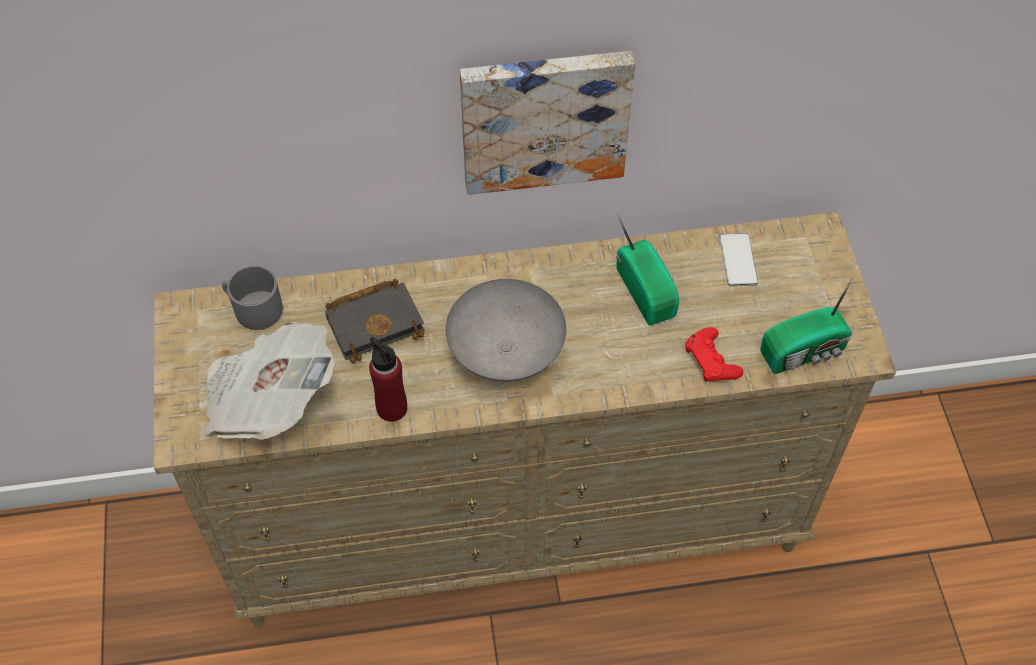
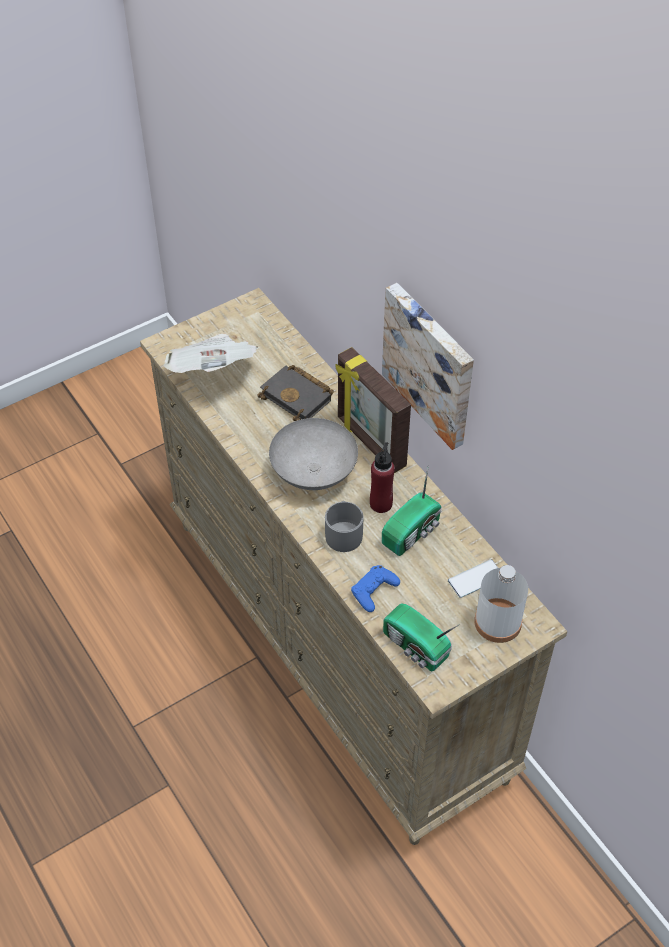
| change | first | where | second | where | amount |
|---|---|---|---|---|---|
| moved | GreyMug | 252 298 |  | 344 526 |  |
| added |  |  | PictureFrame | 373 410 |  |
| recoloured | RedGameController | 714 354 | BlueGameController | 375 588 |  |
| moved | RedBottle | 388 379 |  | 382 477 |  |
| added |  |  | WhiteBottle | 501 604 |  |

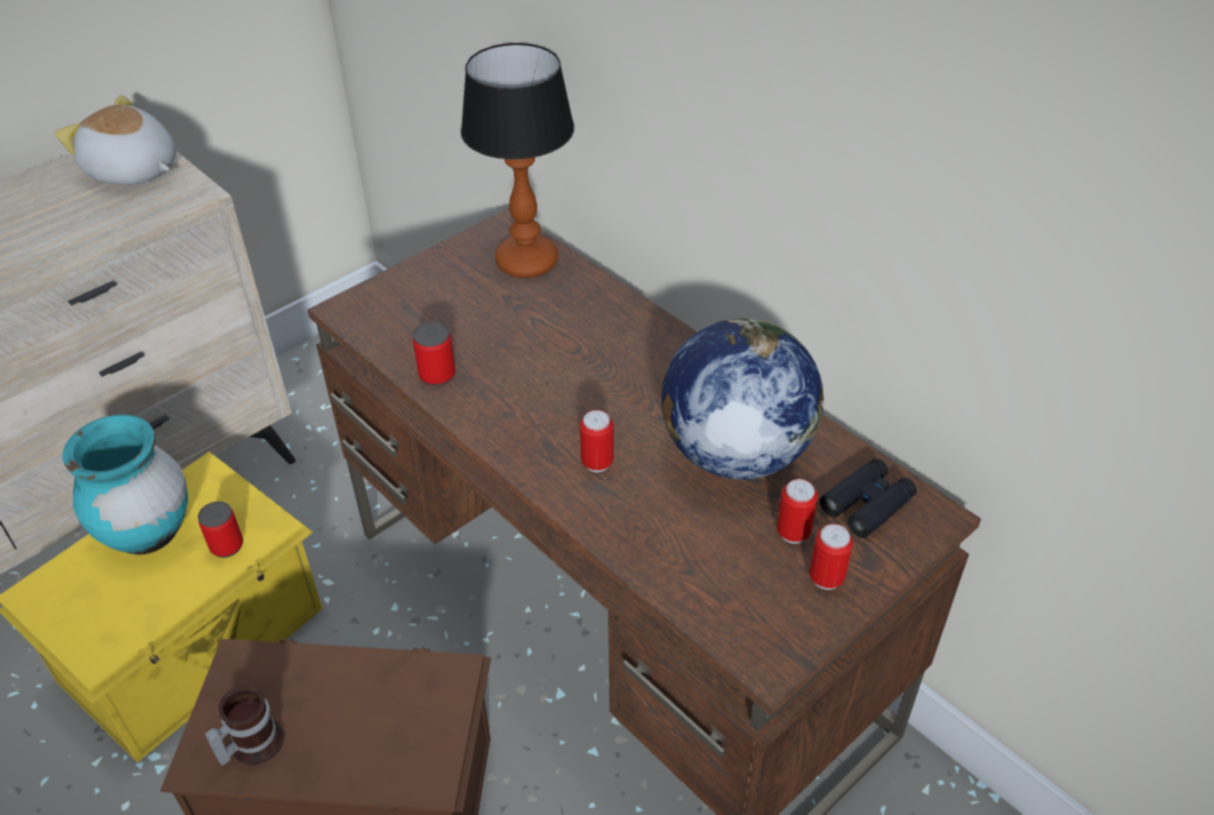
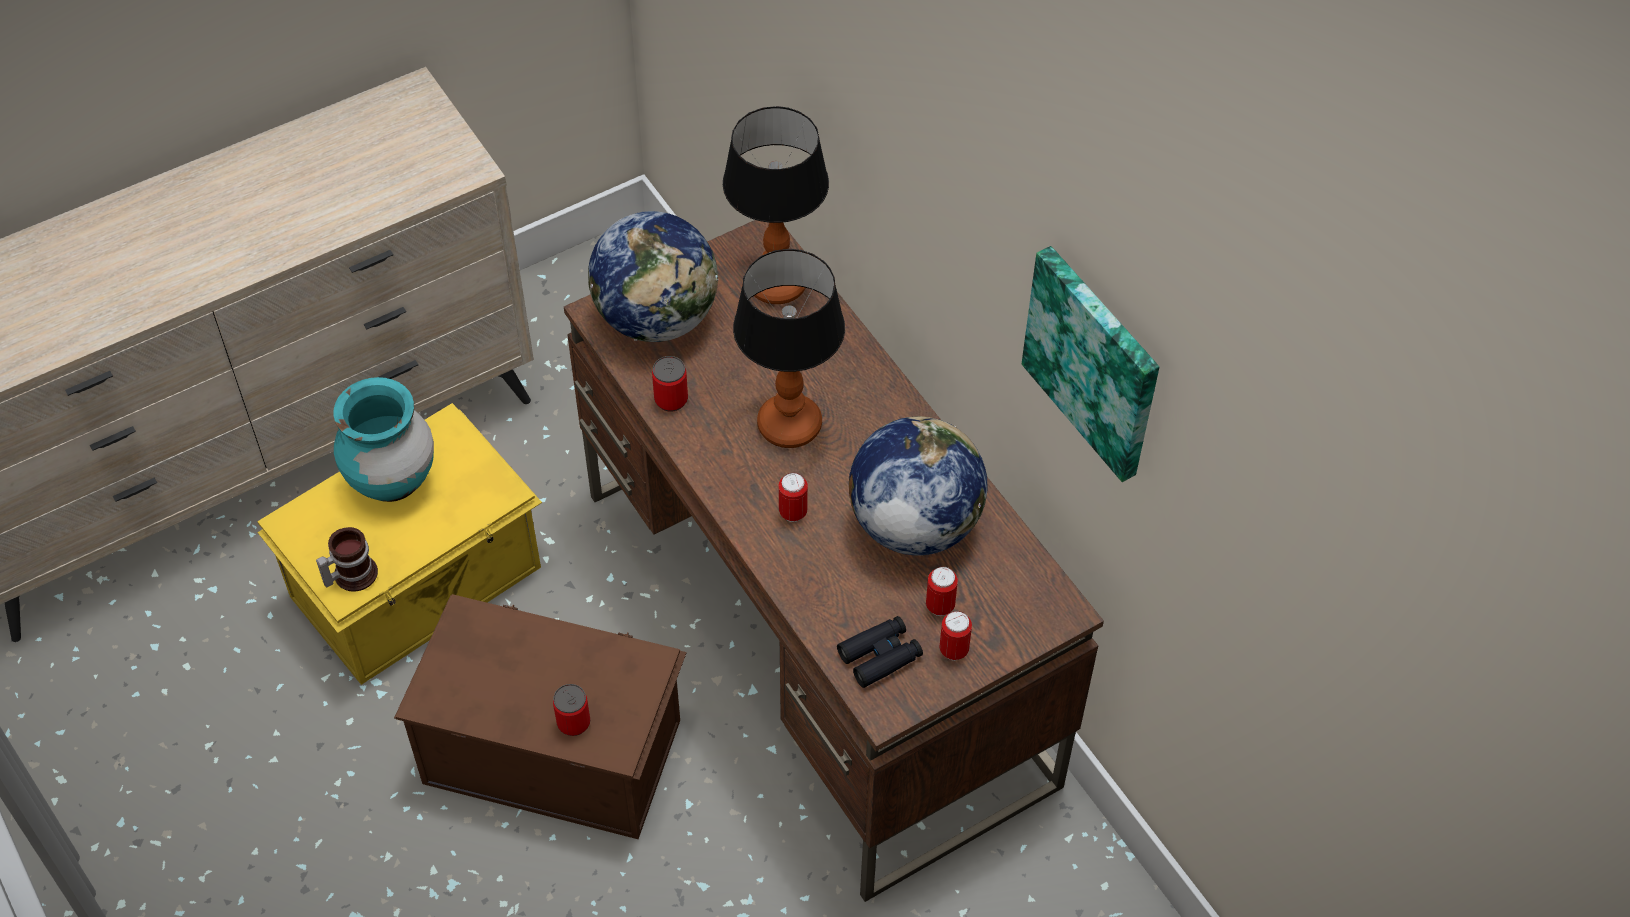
| change | first | where | second | where | amount |
|---|---|---|---|---|---|
| moved | Mug | 244 725 |  | 347 559 |  |
| moved | Can | 220 529 |  | 571 710 |  |
| added |  |  | Globe | 653 276 |  |
| added |  |  | TableLamp | 789 348 |  |
| moved | BlackBinoculars | 868 498 |  | 880 652 |  |
| added |  |  | Picture | 1090 364 |  |
| removed | PlushToy | 115 140 |  |  |  |

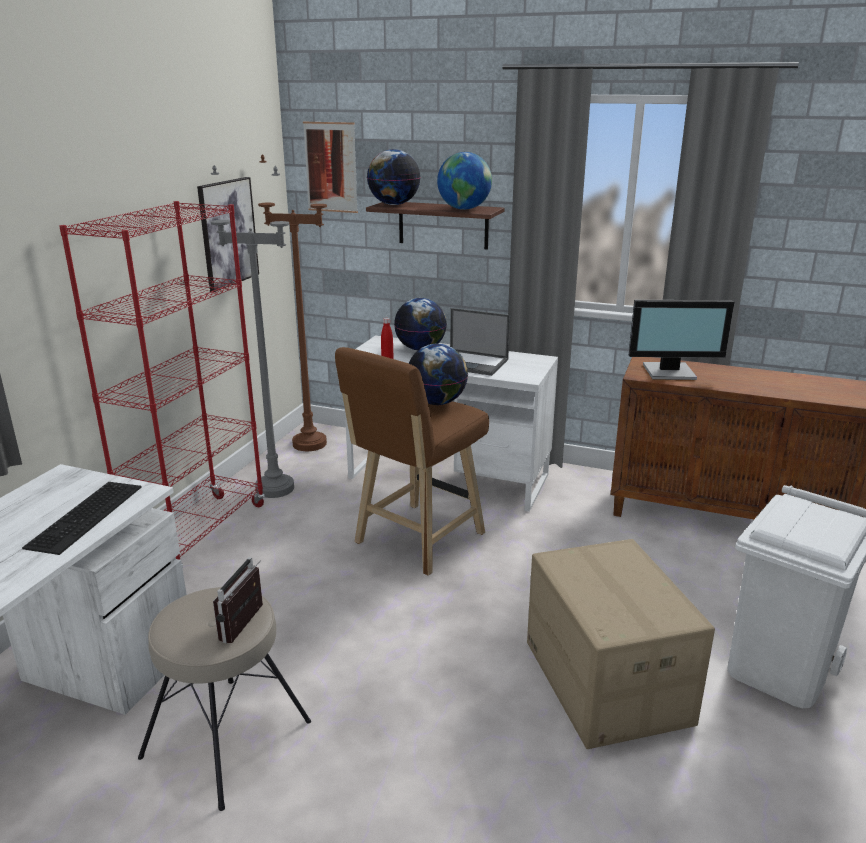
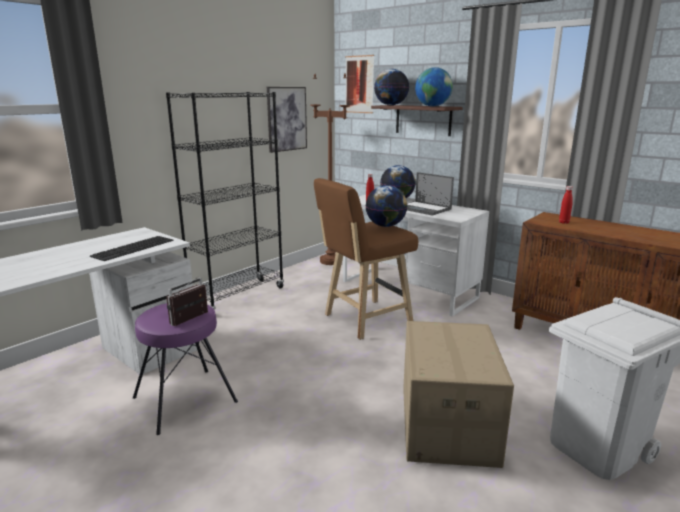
| change | first | where | second | where | amount |
|---|---|---|---|---|---|
| recoloured | BeigeStool | 224 699 | PurpleStool | 185 369 |  |
| recoloured | RedBookcase | 162 384 | BlackBookcase | 225 200 |  |
| replaced | Monitor | 681 340 | RedBottle | 566 205 |  |
| removed | GreyFloorLamp | 252 331 |  |  |  |

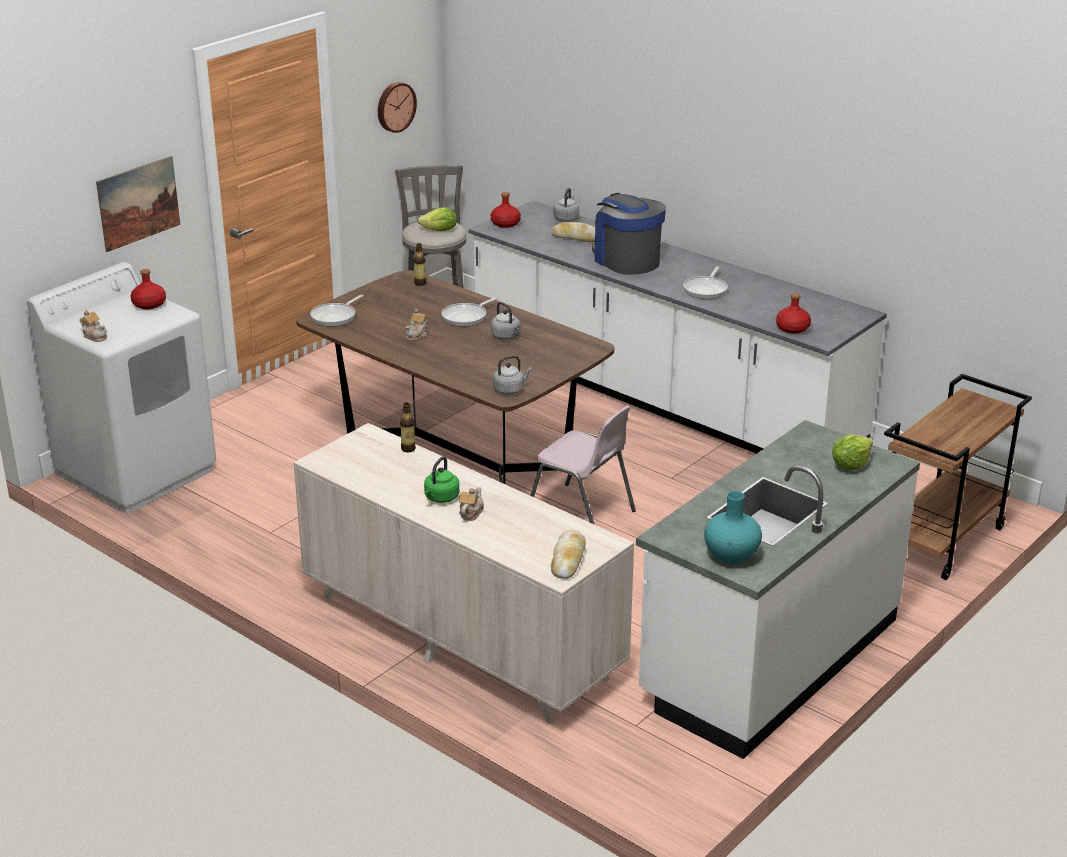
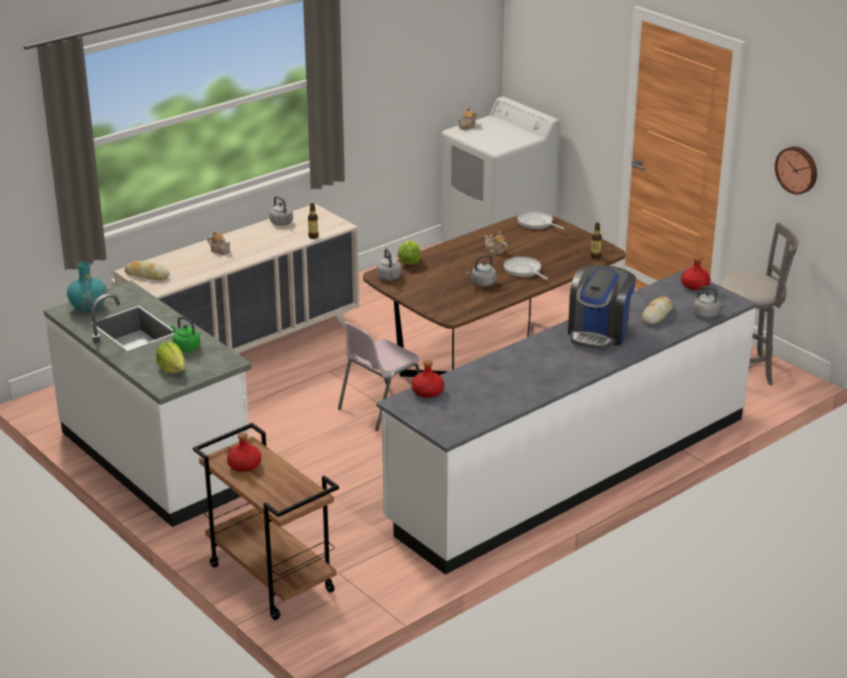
| change | first | where | second | where | amount |
|---|---|---|---|---|---|
| moved | GreenKettle | 441 479 |  | 185 334 |  |
| moved | RedBottle | 148 289 |  | 244 452 |  |
| added |  |  | GreyKettle | 281 211 |  |
| moved | Lettuce | 437 219 |  | 409 253 |  |
| turned | CoffeeMachine | 629 234 |  | 602 307 | 135 degrees clockwise |
| removed | Picture | 138 204 |  |  |  |
| removed | FryingPan | 705 282 |  |  |  |

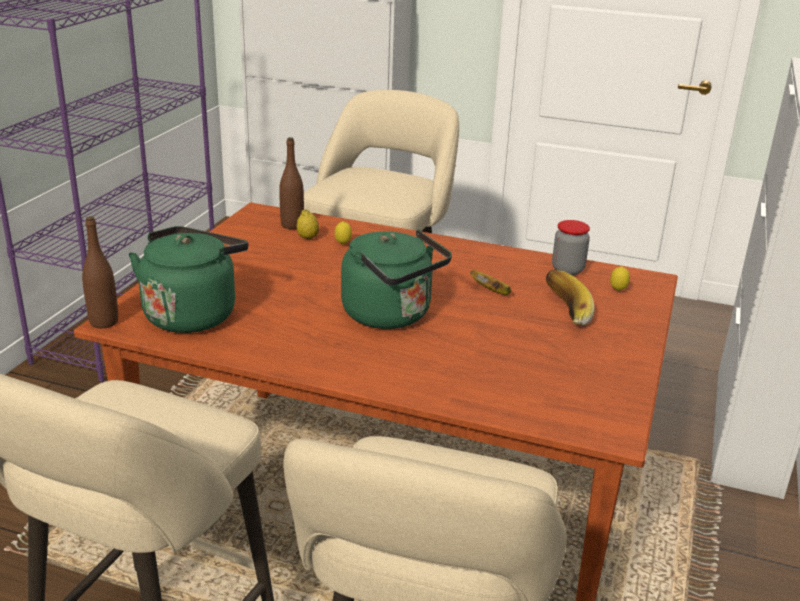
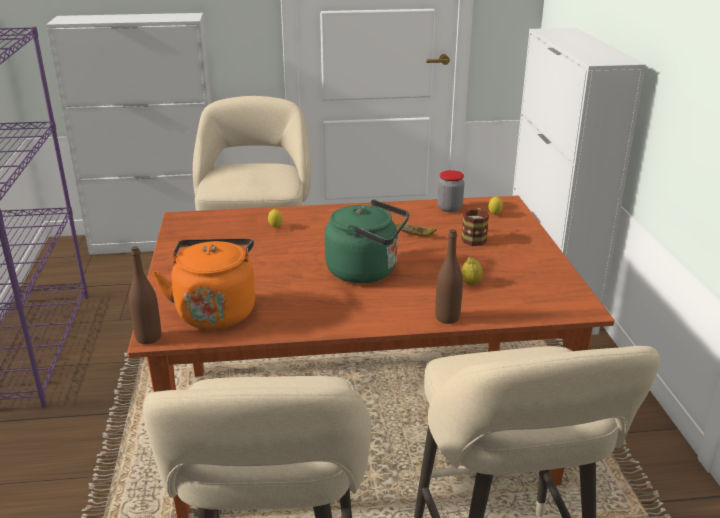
| change | first | where | second | where | amount |
|---|---|---|---|---|---|
| recoloured | GreenKettle | 188 279 | OrangeKettle | 204 283 |  |
| moved | BrownBottle | 291 183 |  | 449 276 |  |
| replaced | Banana | 570 298 | Mug | 475 227 |  |
| moved | Lemon | 308 224 |  | 472 271 |  |

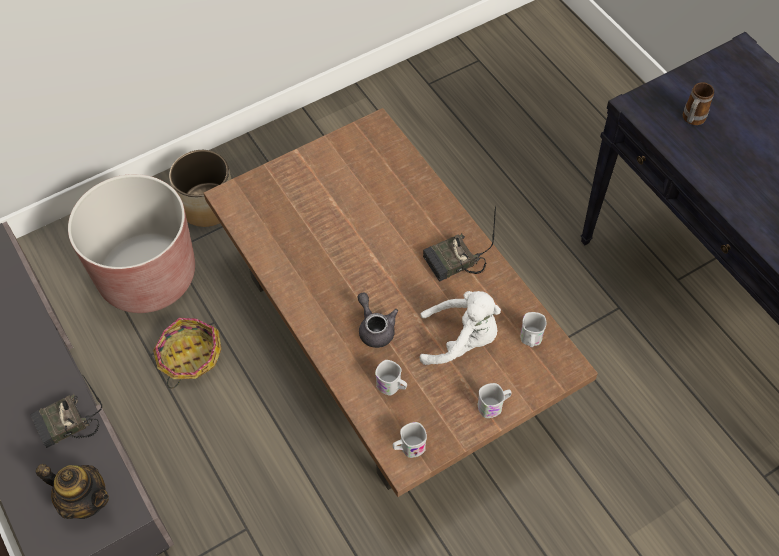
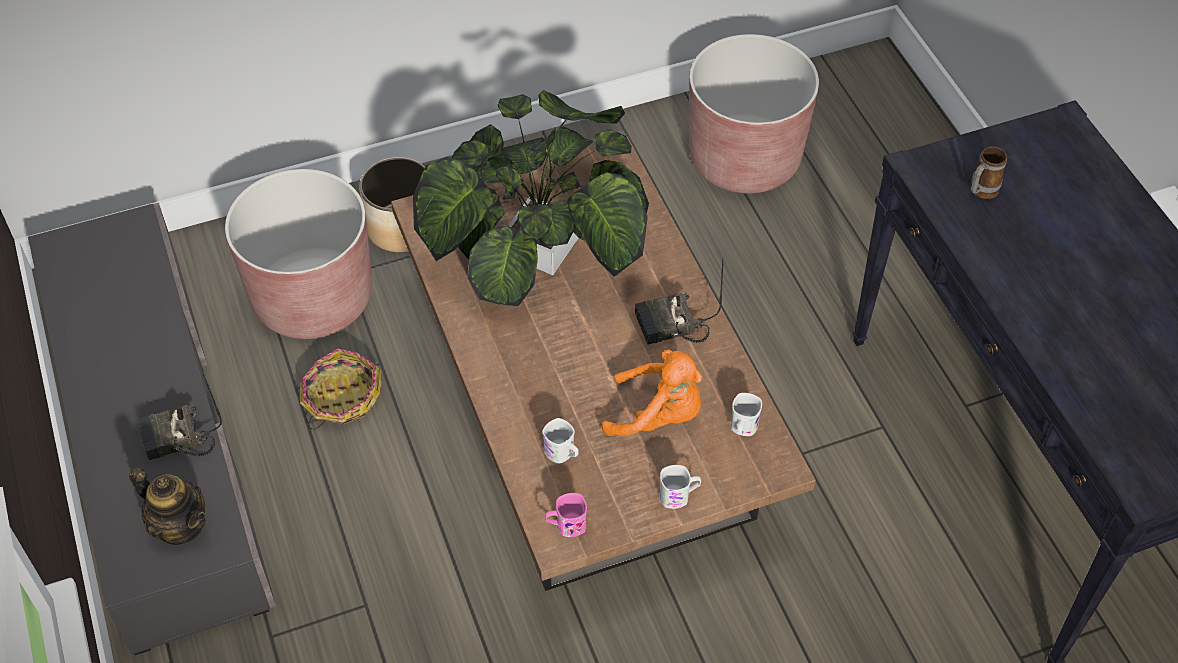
| change | first | where | second | where | amount |
|---|---|---|---|---|---|
| added |  |  | PottedPlant | 531 198 |  |
| recoloured | WhiteMug | 410 440 | PinkMug | 566 515 |  |
| recoloured | WhitePlushToy | 460 328 | OrangePlushToy | 652 393 |  |
| added |  |  | BrownPlanter | 754 114 |  |
| removed | GreyTeapot | 378 320 |  |  |  |

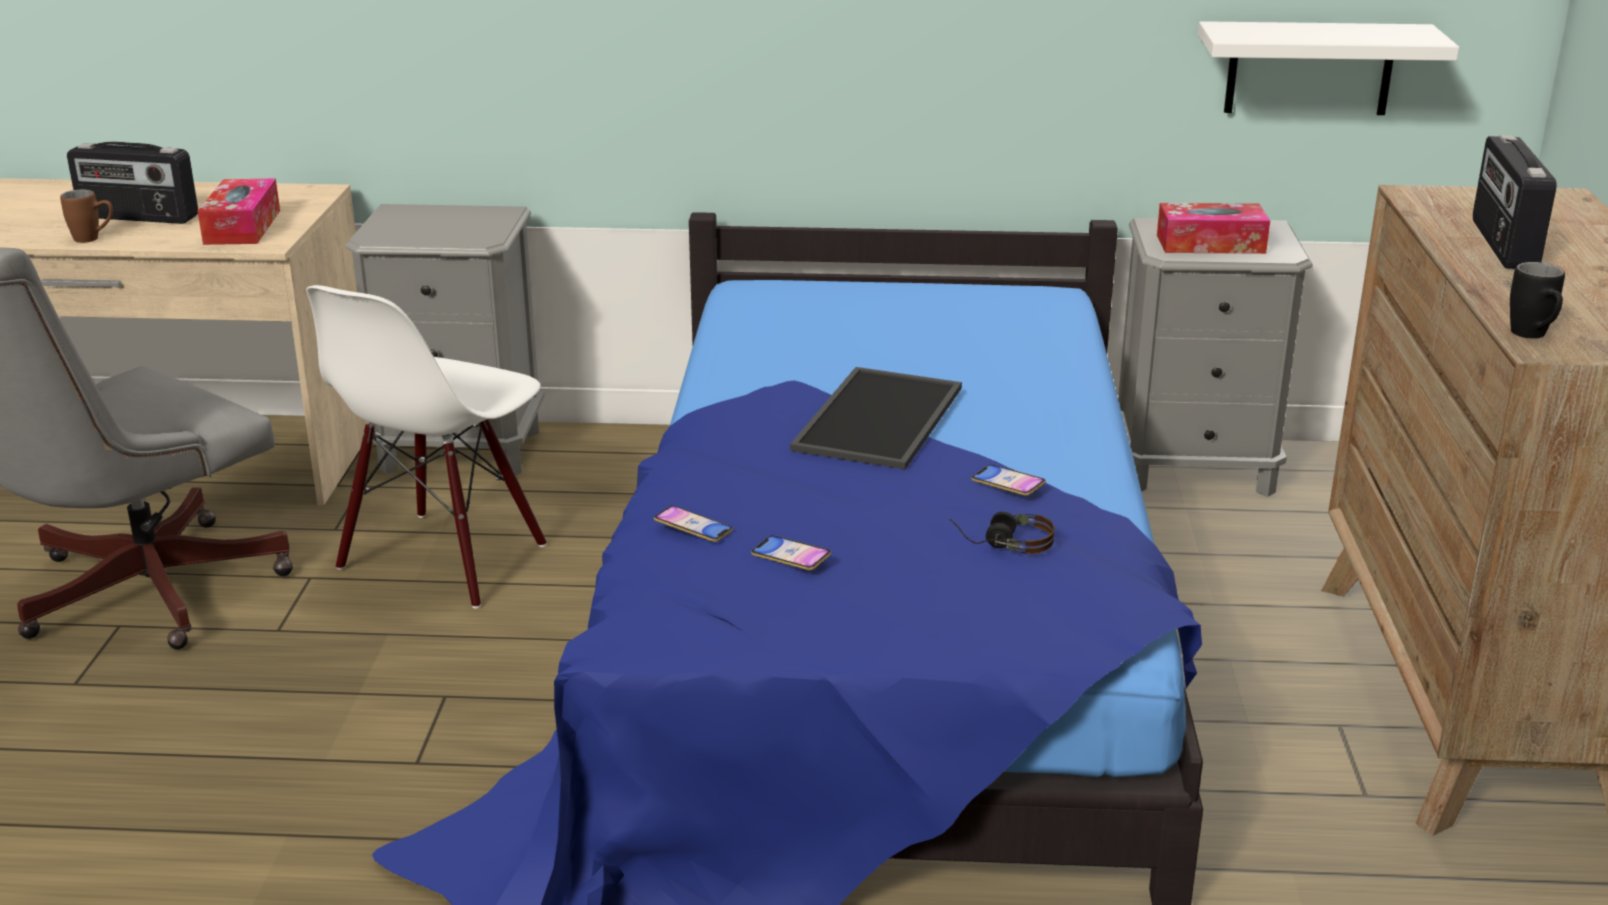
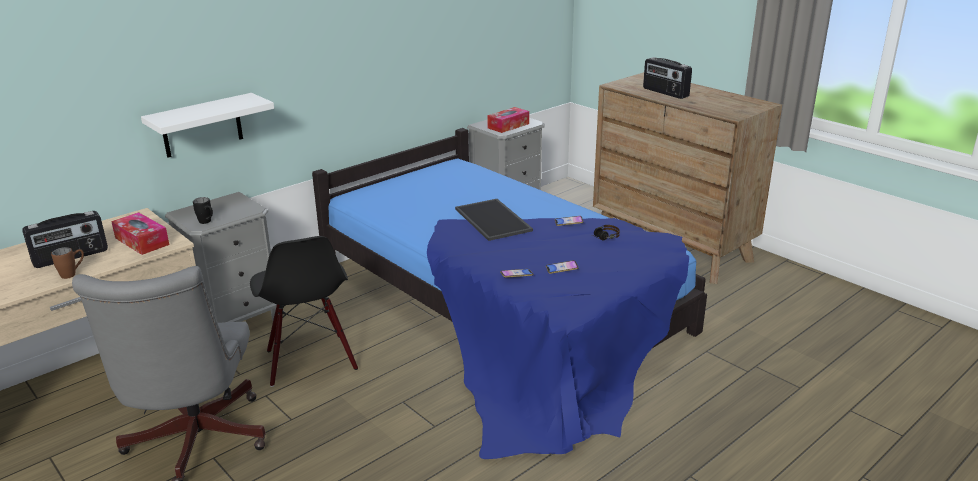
| change | first | where | second | where | amount |
|---|---|---|---|---|---|
| moved | WhiteShelf | 1328 68 |  | 207 125 |  |
| moved | BlackMug | 1537 300 |  | 203 210 |  |
| recoloured | WhiteChair | 426 447 | BlackChair | 304 311 |  |

